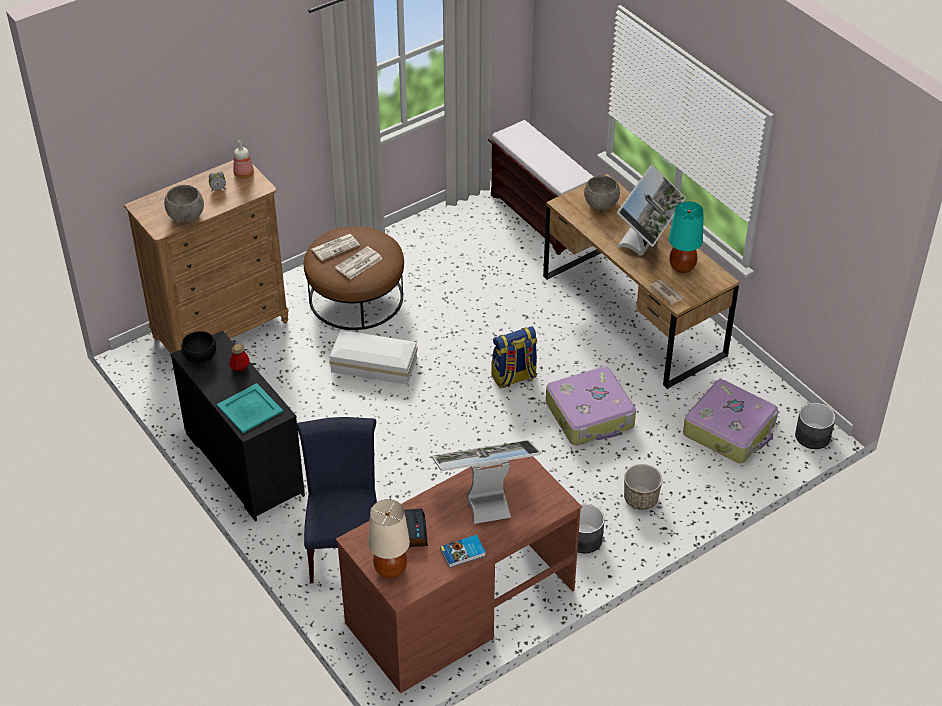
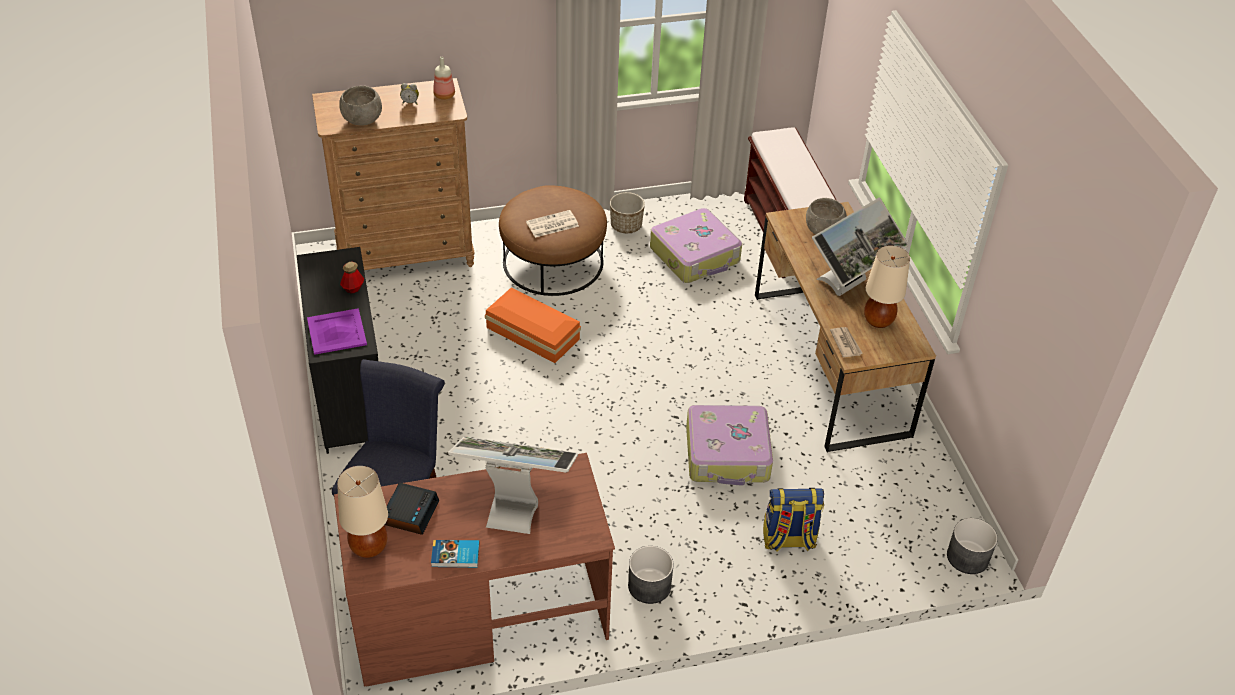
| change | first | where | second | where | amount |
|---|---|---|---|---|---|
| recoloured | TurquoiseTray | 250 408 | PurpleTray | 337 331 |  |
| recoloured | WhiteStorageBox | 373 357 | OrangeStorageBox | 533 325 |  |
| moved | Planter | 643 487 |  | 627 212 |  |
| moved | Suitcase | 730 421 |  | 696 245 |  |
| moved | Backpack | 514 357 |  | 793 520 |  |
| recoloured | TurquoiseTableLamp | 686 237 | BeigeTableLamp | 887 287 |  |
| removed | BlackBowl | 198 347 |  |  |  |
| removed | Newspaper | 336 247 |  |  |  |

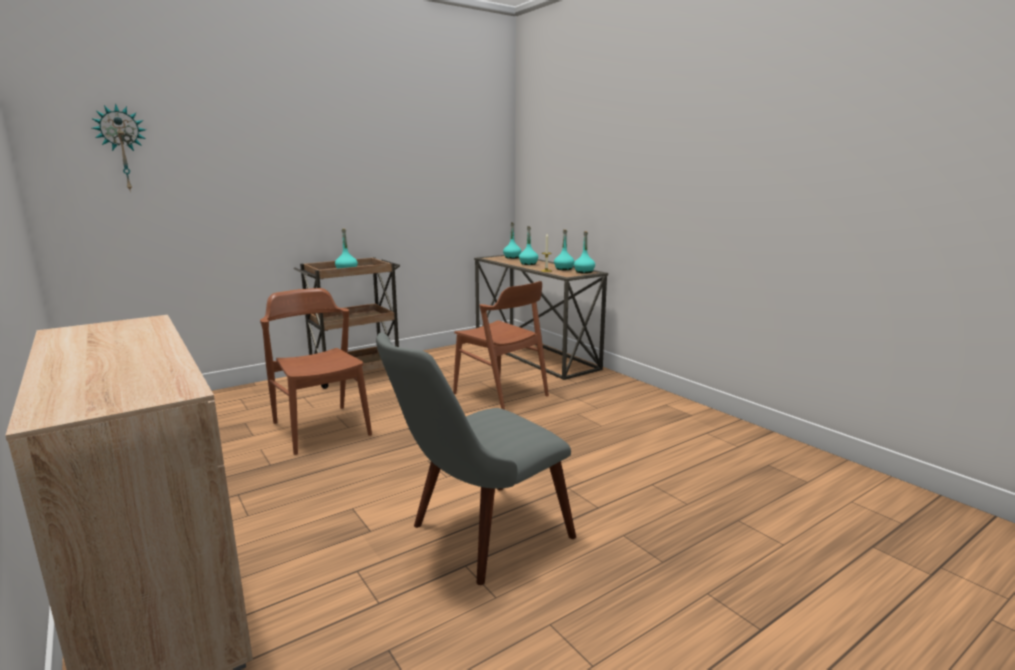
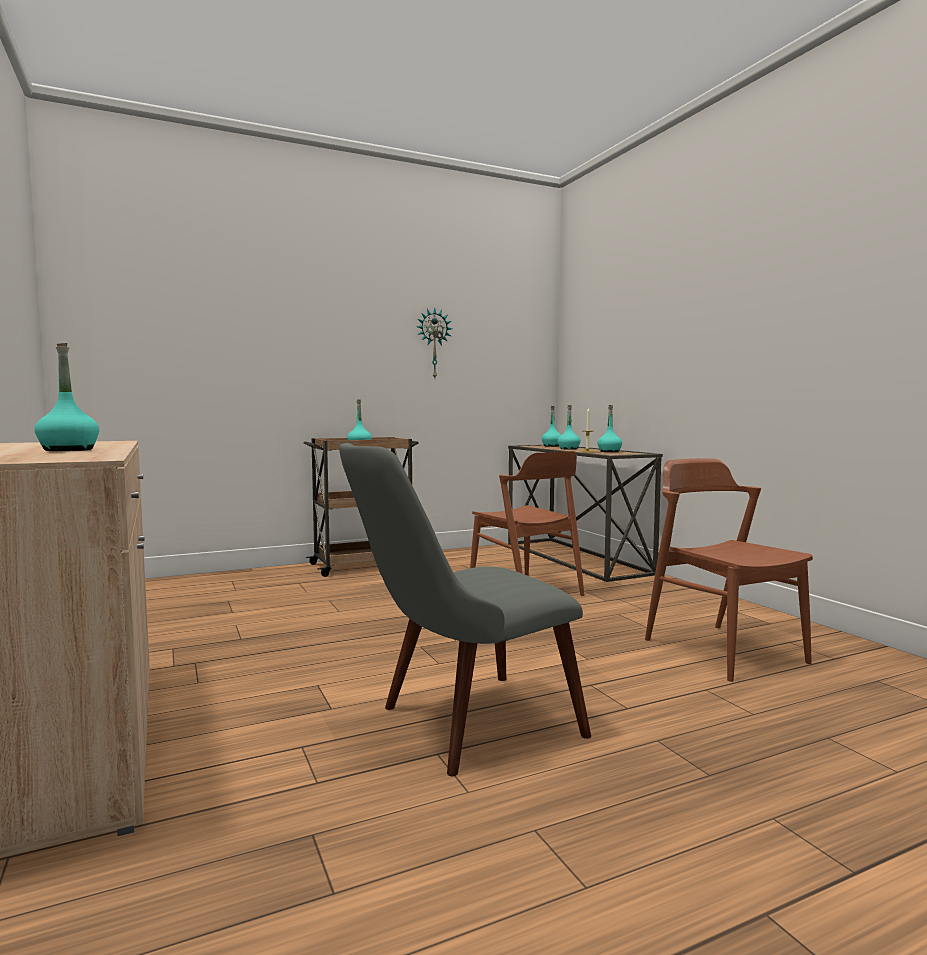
| change | first | where | second | where | amount |
|---|---|---|---|---|---|
| moved | TurquoiseBottle | 584 252 |  | 66 397 |  |
| moved | WallClock | 118 148 |  | 434 343 |  |
| moved | BrownChair | 316 371 |  | 729 570 |  |

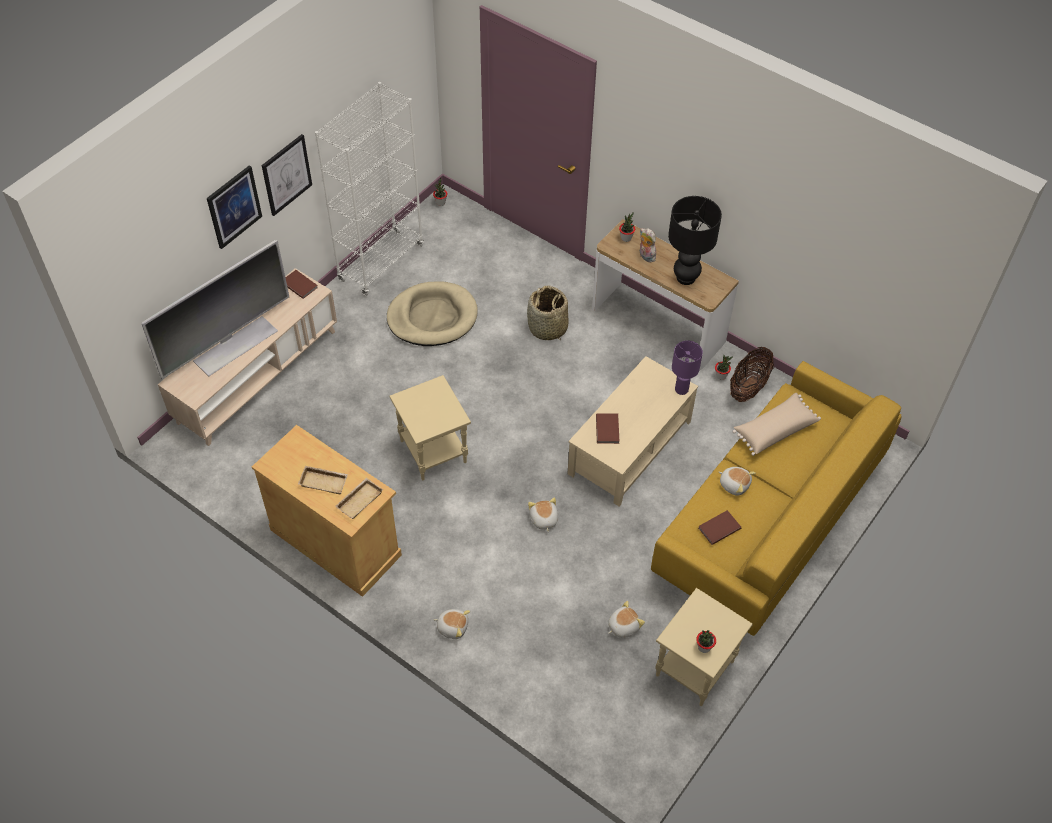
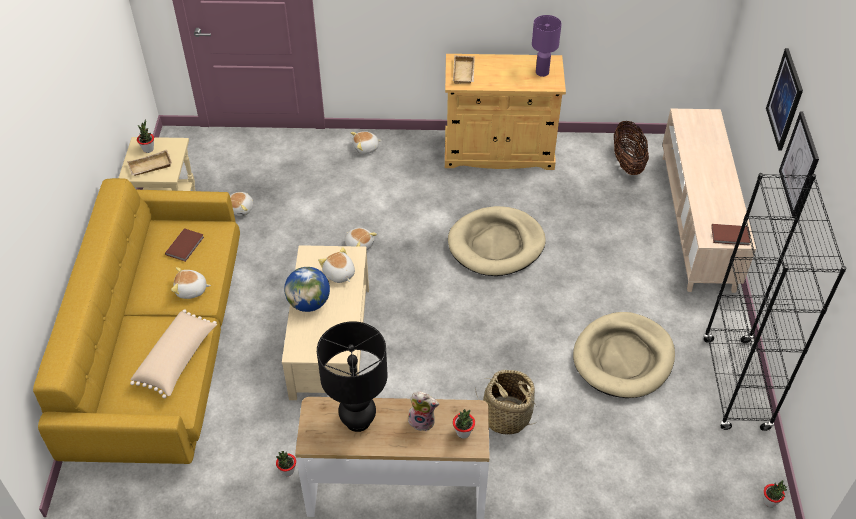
| change | first | where | second | where | amount |
|---|---|---|---|---|---|
| moved | BeigeTray | 323 480 |  | 149 163 |  |
| added |  |  | Globe | 307 289 |  |
| replaced | BrownBook | 607 428 | PlushToy | 336 265 |  |
| replaced | BeigeSideTable | 430 427 | BeigeDogBed | 497 241 |  |
| moved | PurpleTableLamp | 687 368 |  | 547 46 |  |
| moved | Basket | 752 374 |  | 631 148 |  |
| recoloured | WhiteBookcase | 369 189 | BlackBookcase | 775 302 |  |
| removed | Television | 215 309 |  |  |  |

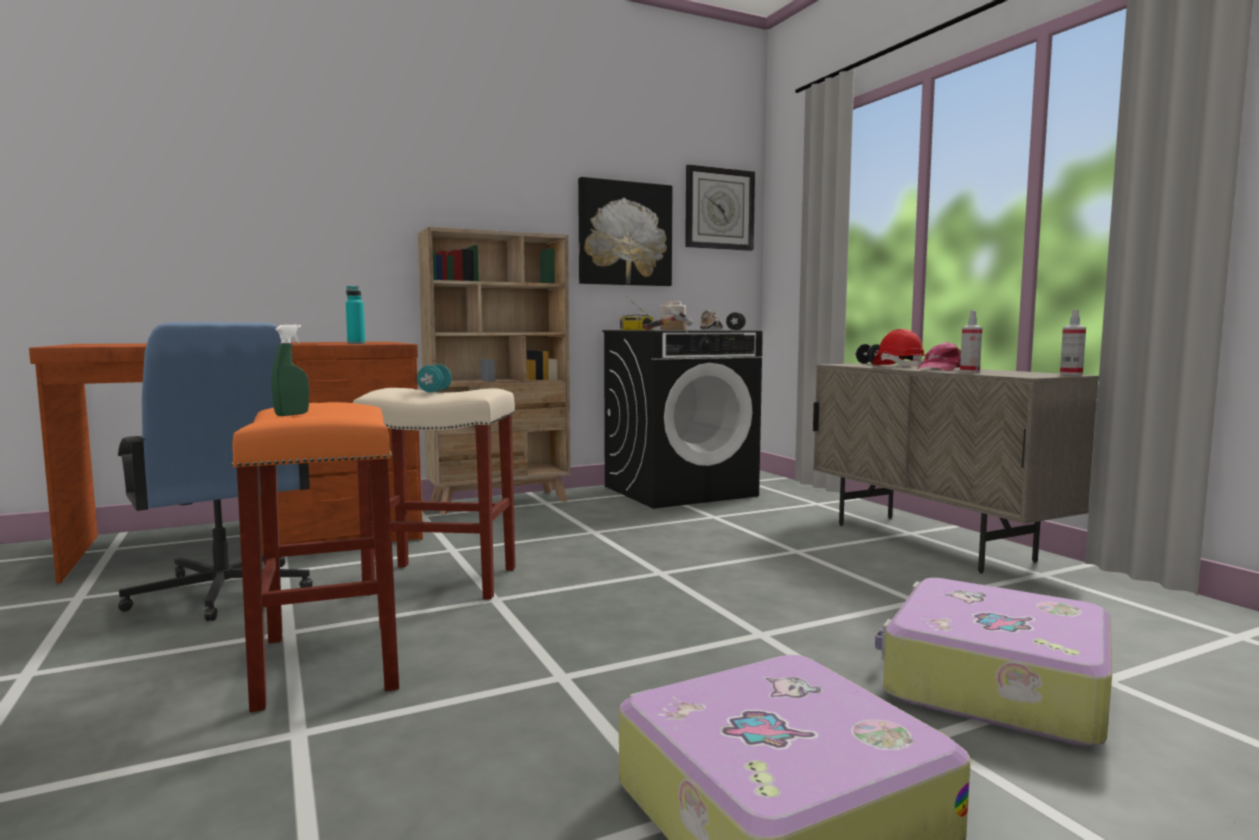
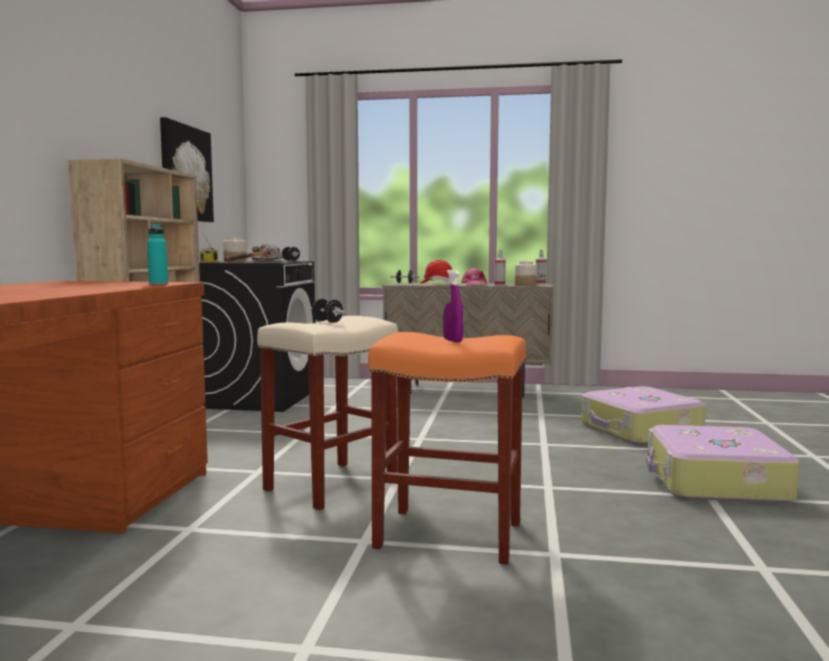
| change | first | where | second | where | amount |
|---|---|---|---|---|---|
| recoloured | TurquoiseDumbbell | 434 378 | BlackDumbbell | 327 311 |  |
| recoloured | GreenSprayBottle | 290 370 | PurpleSprayBottle | 453 306 |  |
| added |  |  | Jar | 526 273 |  |
| removed | BlueOfficeChair | 215 471 |  |  |  |
| removed | WallClock | 720 208 |  |  |  |

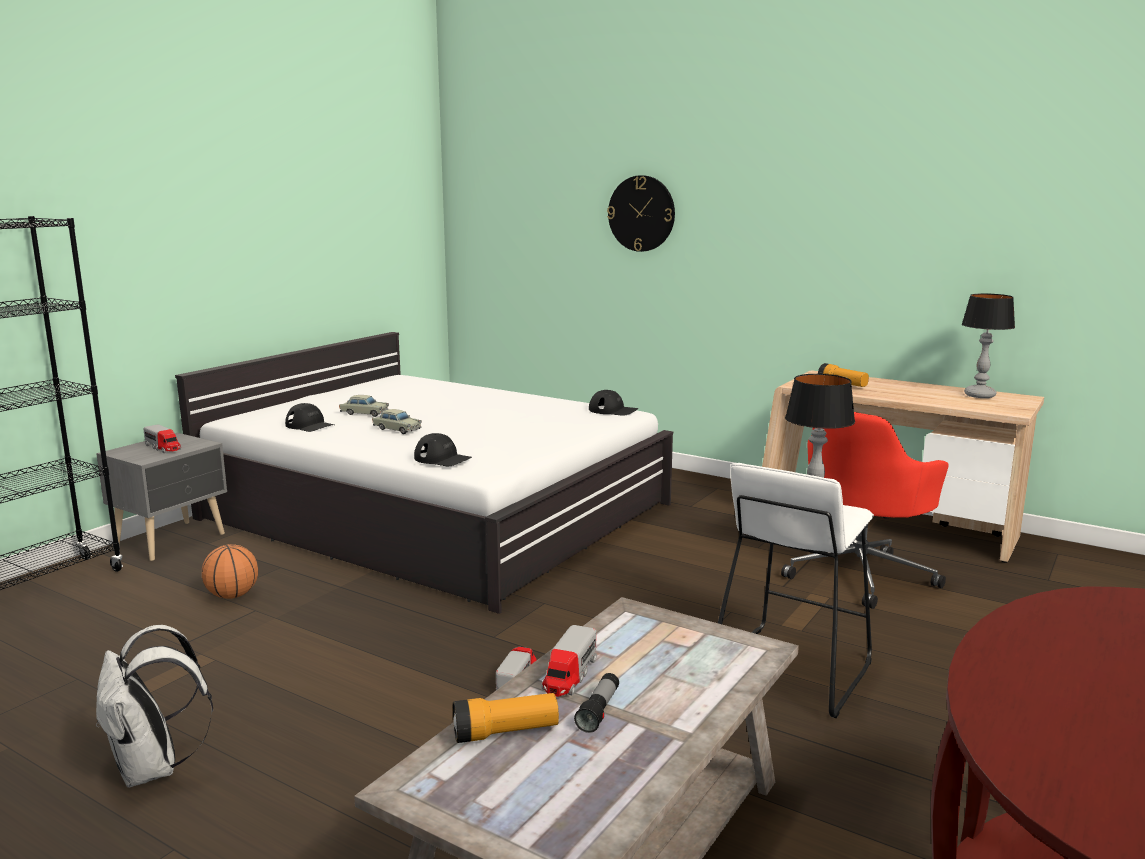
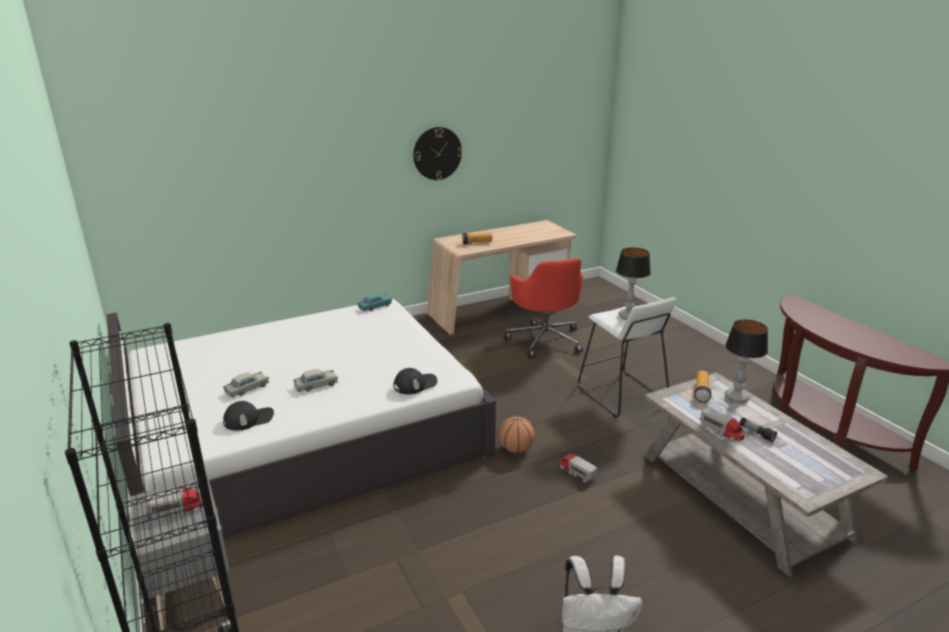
| change | first | where | second | where | amount |
|---|---|---|---|---|---|
| replaced | BlackCap | 613 403 | TurquoiseToyCar | 375 302 |  |
| moved | WallClock | 641 213 |  | 437 153 |  |
| moved | Basketball | 230 571 |  | 517 434 |  |
| moved | Flashlight | 506 718 |  | 702 387 |  |
| moved | TableLamp | 988 345 |  | 746 361 |  |

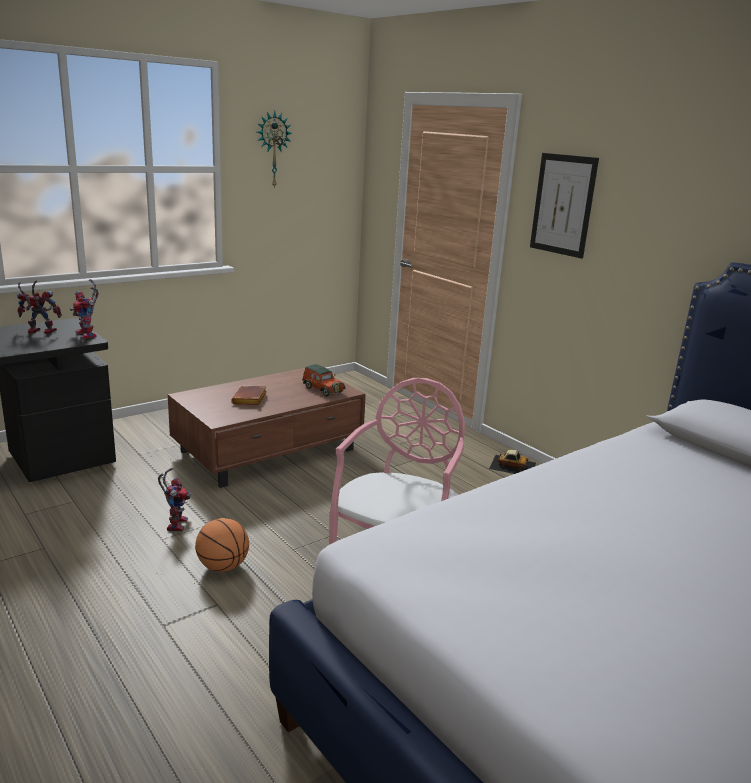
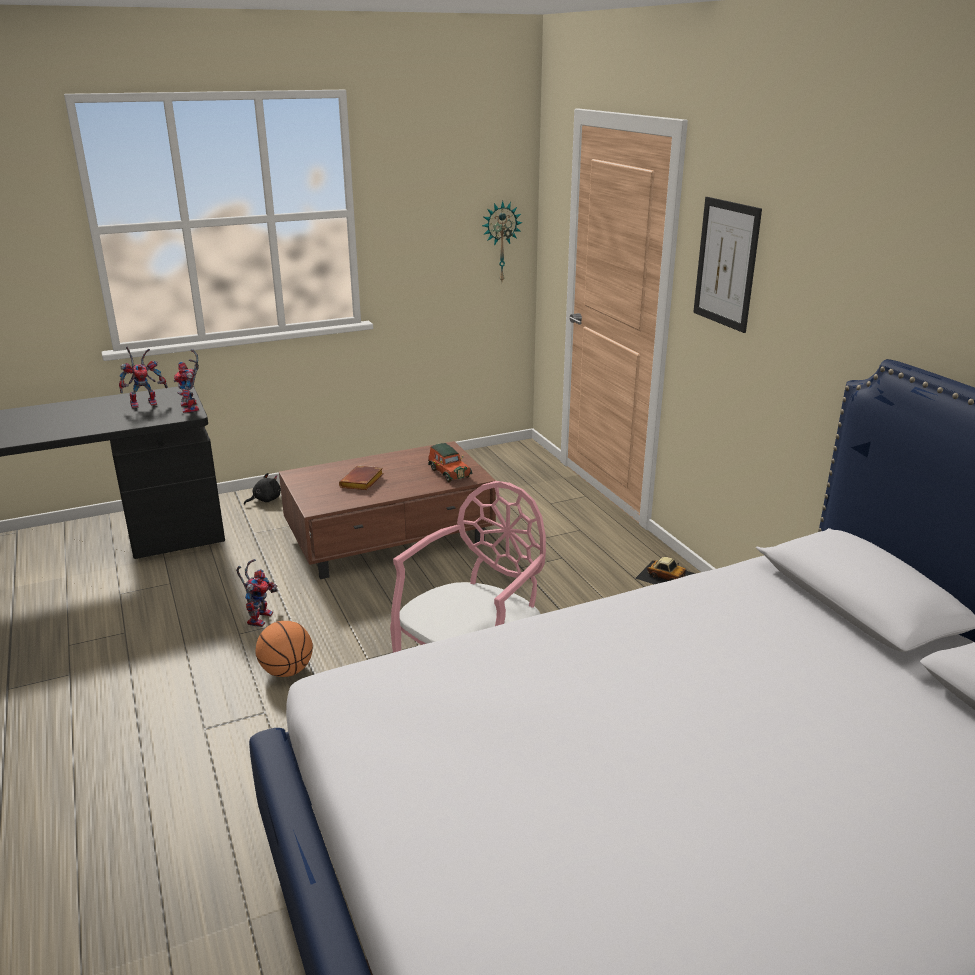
| change | first | where | second | where | amount |
|---|---|---|---|---|---|
| turned | ToyRobot | 39 307 |  | 143 378 | 135 degrees clockwise |
| added |  |  | BlackPlushToy | 262 489 |  |
| moved | WallClock | 274 150 |  | 502 241 |  |

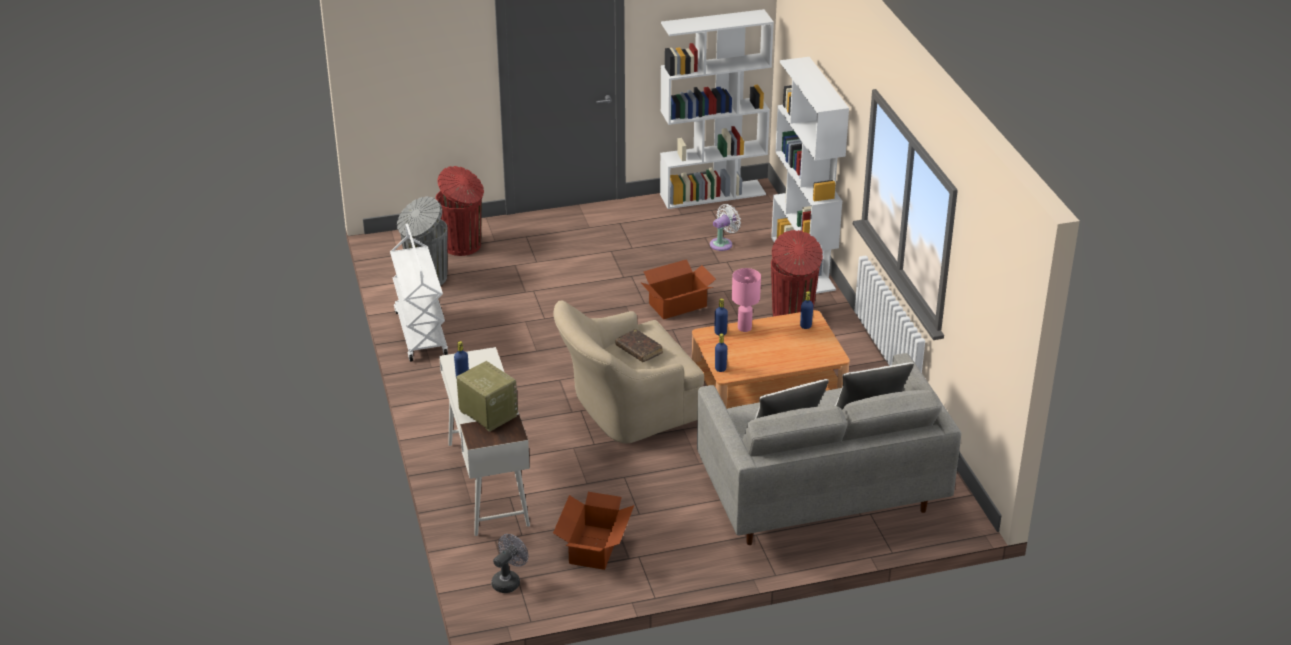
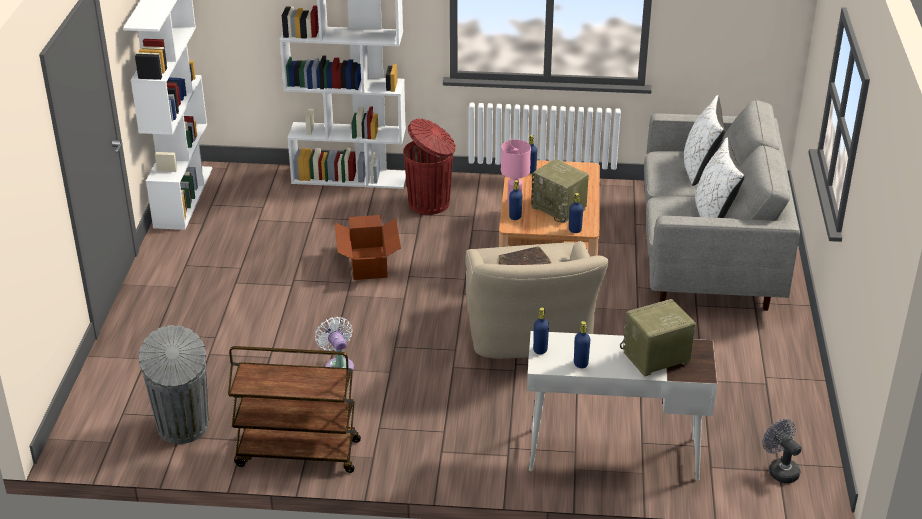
| change | first | where | second | where | amount |
|---|---|---|---|---|---|
| recoloured | WhiteCart | 419 293 | BrownCart | 294 409 |  |
| moved | WhiteFan | 725 227 |  | 334 343 |  |
| added |  |  | Radio | 560 191 |  |
| added |  |  | BlueBottle | 541 331 |  |
| removed | RedTrashCan | 460 211 |  |  |  |
| removed | CardboardBox | 593 531 |  |  |  |

